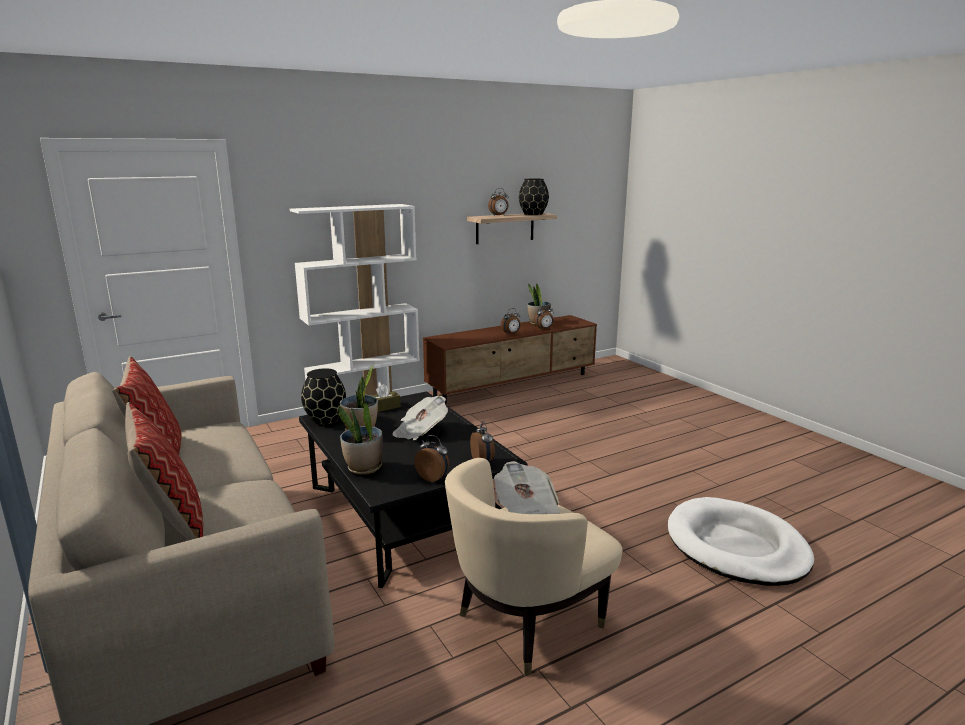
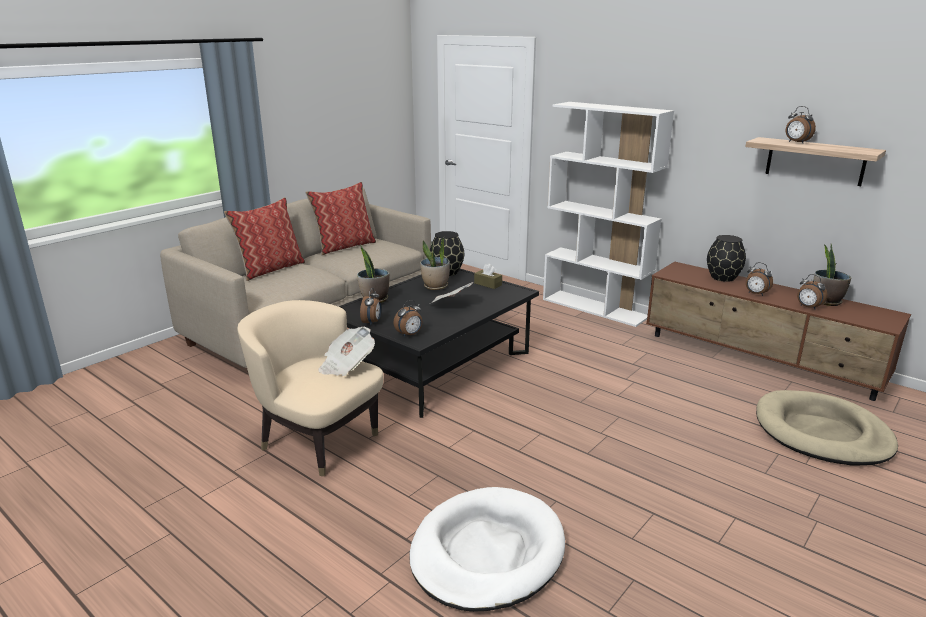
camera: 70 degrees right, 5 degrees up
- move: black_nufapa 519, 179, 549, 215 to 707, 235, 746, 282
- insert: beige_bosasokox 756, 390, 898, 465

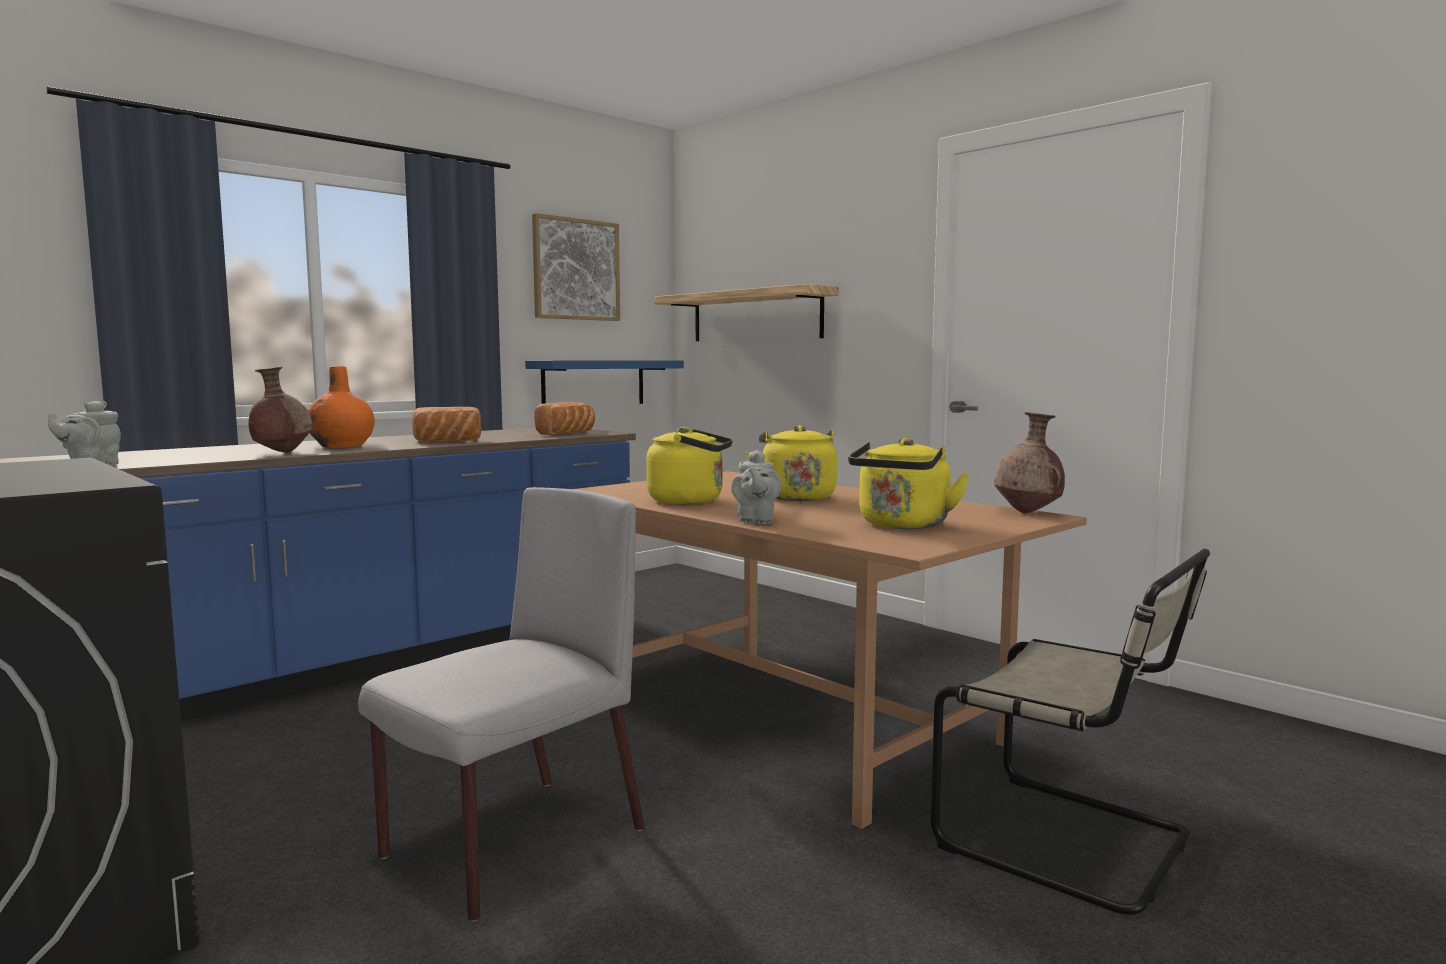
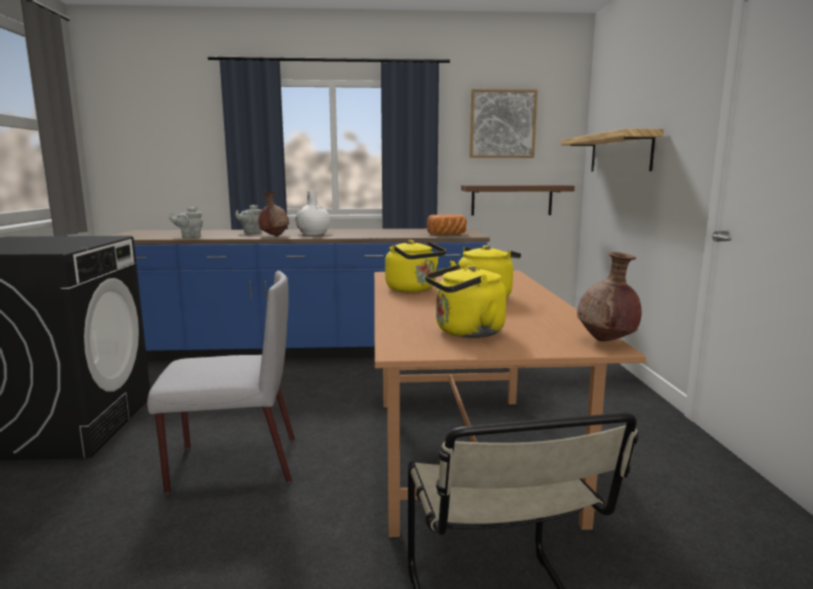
camera: 40 degrees right, 5 degrees up
- move: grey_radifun 731, 450, 781, 524 to 235, 205, 262, 234
- recolor: orange_nufapa 308, 366, 375, 448 to white_nufapa 295, 191, 330, 235
- recolor: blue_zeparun 525, 360, 684, 404 to brown_zeparun 461, 185, 575, 215
- delete: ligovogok 412, 407, 481, 442

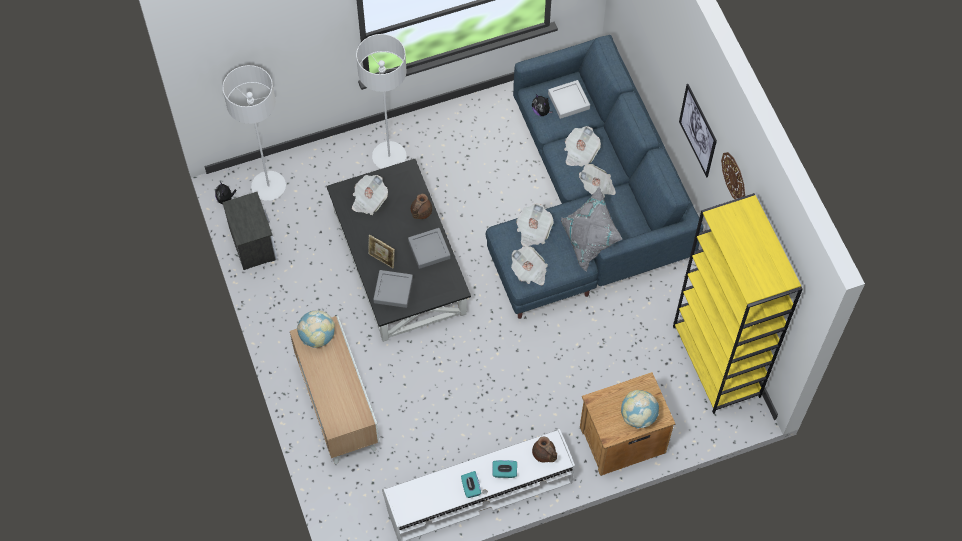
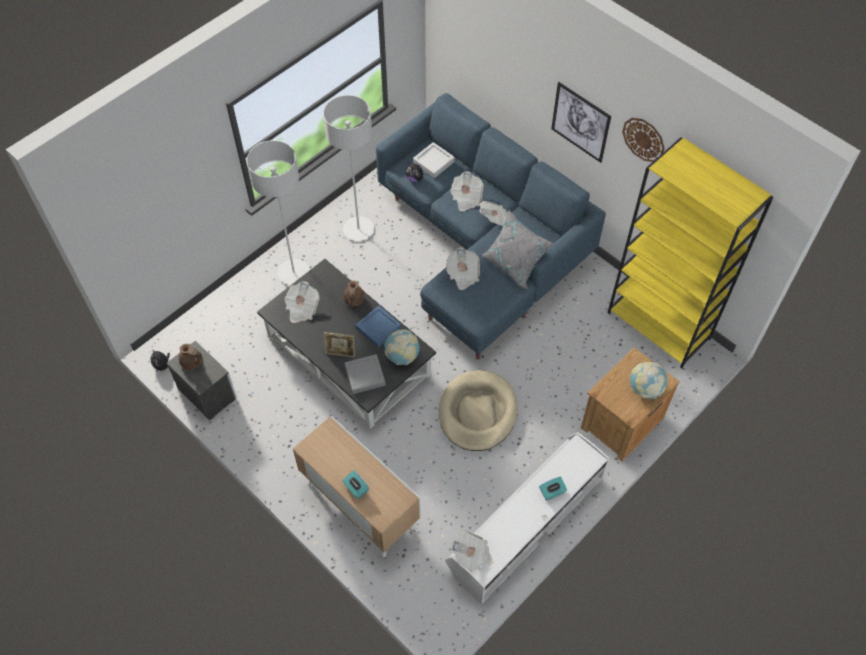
camera: 25 degrees left, 5 degrees down
- move: brown_radifun 532, 436, 557, 462 to 179, 344, 203, 369
- move: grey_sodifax 223, 65, 286, 201 to 323, 95, 374, 241
- move: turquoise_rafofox 461, 471, 481, 498 to 343, 470, 369, 499
- recolor: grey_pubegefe 408, 228, 451, 269 to blue_pubegefe 356, 306, 401, 348
- move: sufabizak 297, 311, 335, 348 to 384, 330, 419, 365
- insert: beige_bosasokox 439, 370, 518, 451
- move: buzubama 511, 246, 548, 285 to 451, 530, 493, 571

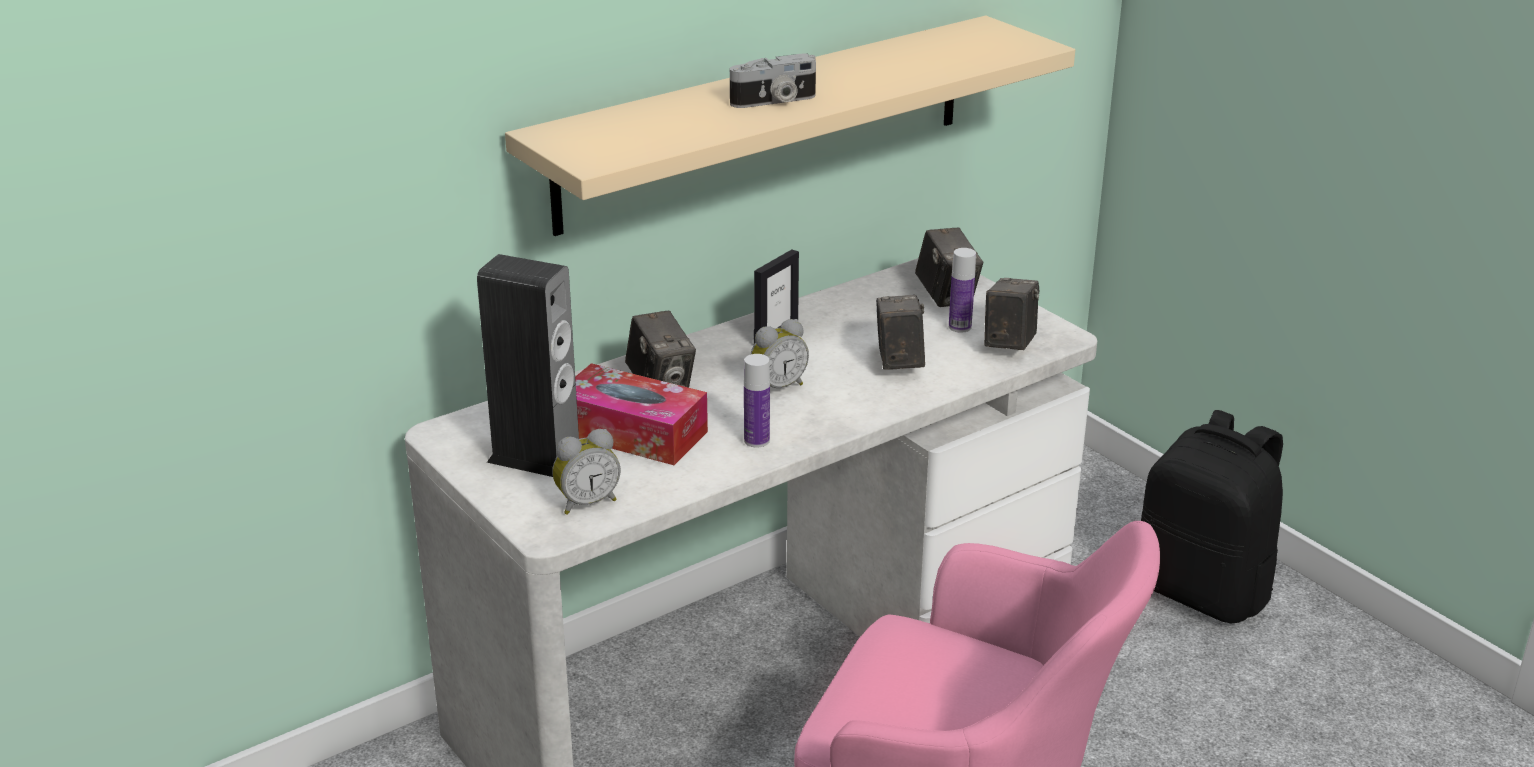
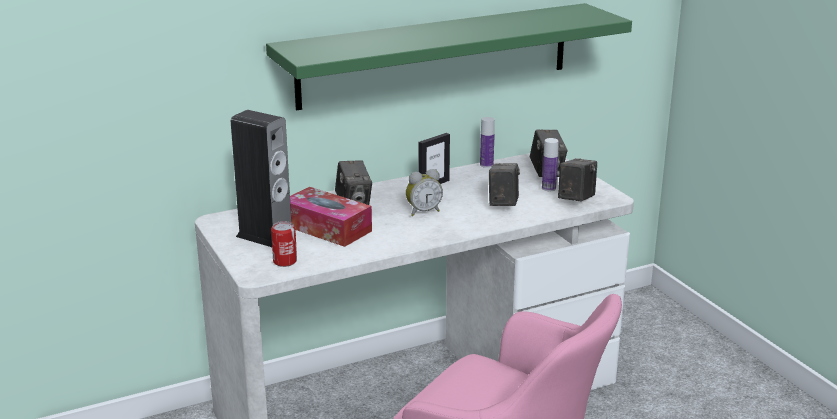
camera: 10 degrees right, 5 degrees down
- recolor: beige_zeparun 505, 16, 1075, 236 to green_zeparun 266, 3, 632, 110
- replace: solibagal 552, 429, 621, 515 to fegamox 271, 221, 297, 267
- move: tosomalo 744, 354, 770, 447 to 480, 117, 495, 168
- delete: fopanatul 730, 54, 816, 108
- delete: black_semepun 1141, 410, 1283, 624

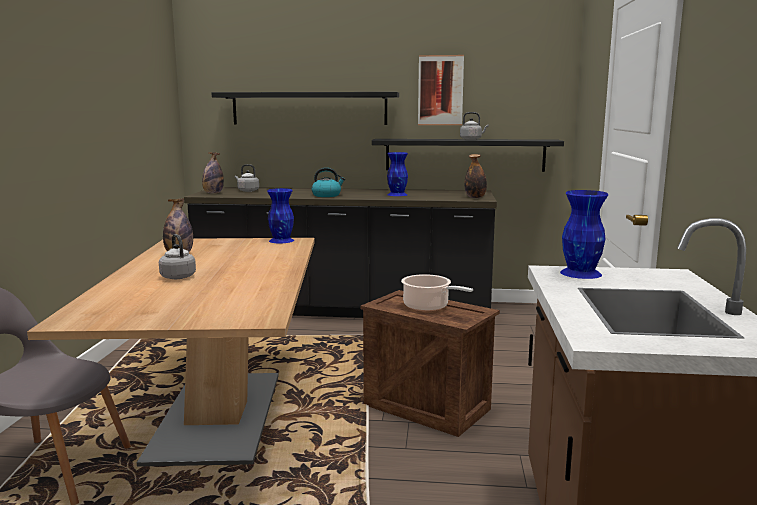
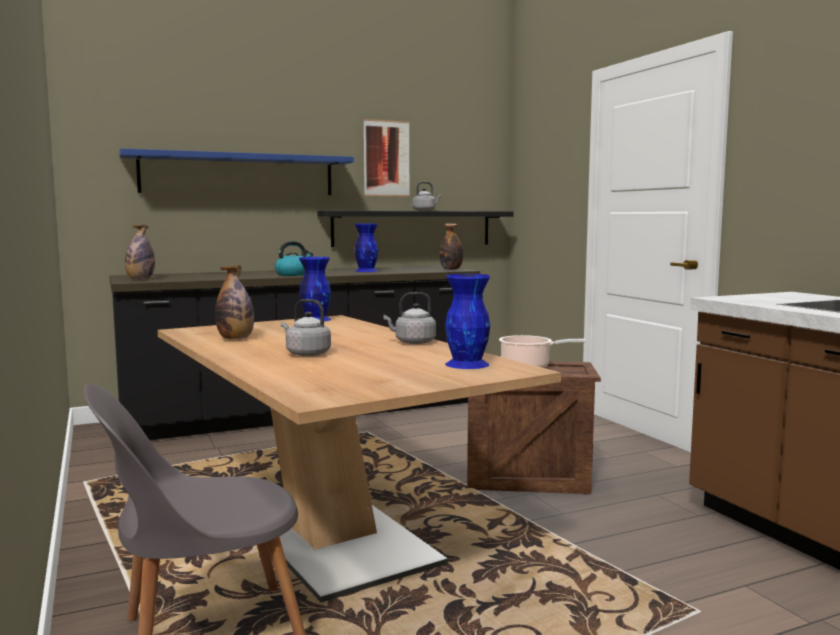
camera: 30 degrees left, 5 degrees down
- recolor: black_zeparun 212, 92, 399, 125 to blue_zeparun 119, 148, 354, 195
- move: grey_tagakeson 235, 164, 259, 192 to 383, 292, 436, 344
- move: blue_nufapa 560, 190, 608, 279 to 445, 274, 490, 369

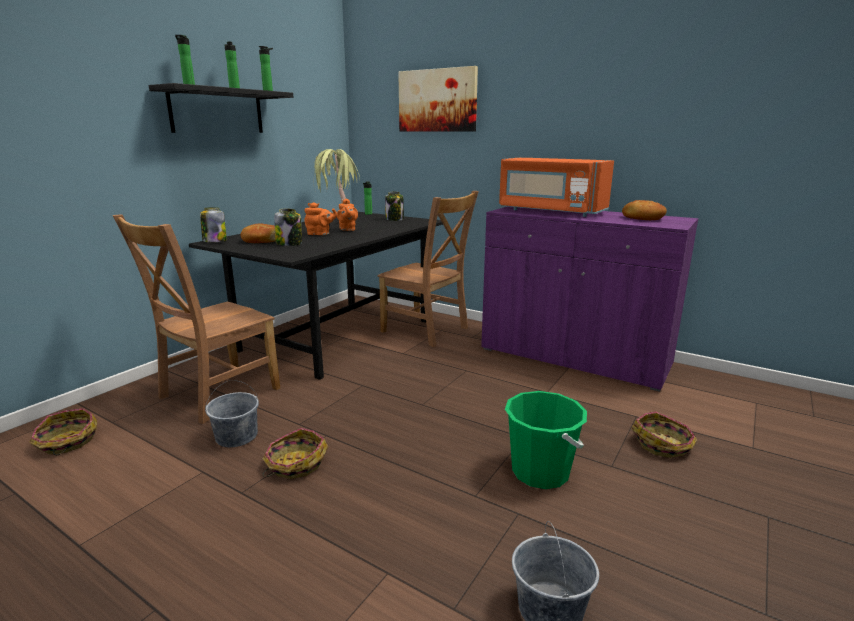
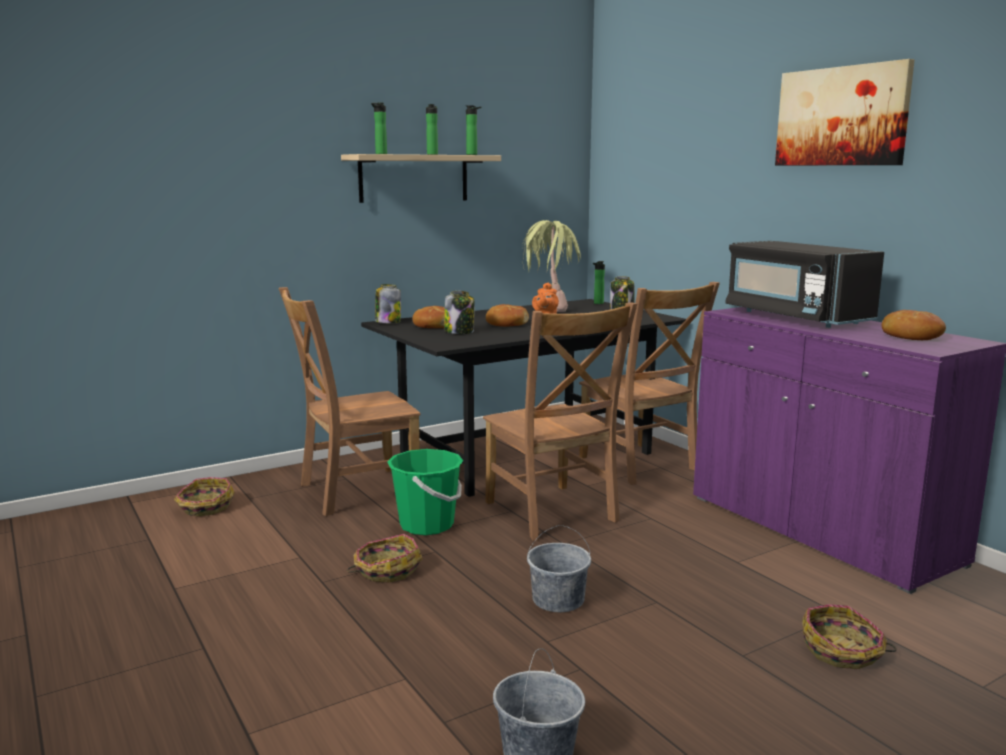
camera: 25 degrees right, 5 degrees down
- recolor: black_zeparun 149, 83, 293, 133 to beige_zeparun 341, 154, 501, 203
- move: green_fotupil 505, 391, 587, 489 to 387, 449, 463, 535
- insert: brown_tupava 483, 302, 637, 541
- replace: orange_radifun 304, 203, 338, 235 to ligovogok 486, 304, 529, 327
- move: grey_fotupil 205, 380, 259, 447 to 527, 525, 591, 612
- recolor: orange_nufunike 499, 158, 614, 217 to black_nufunike 725, 241, 884, 328
- move: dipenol 398, 66, 478, 132 to 775, 59, 915, 166

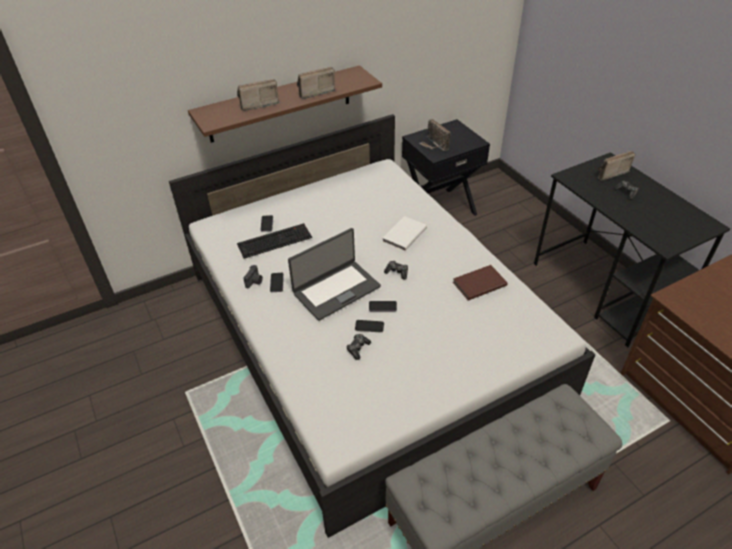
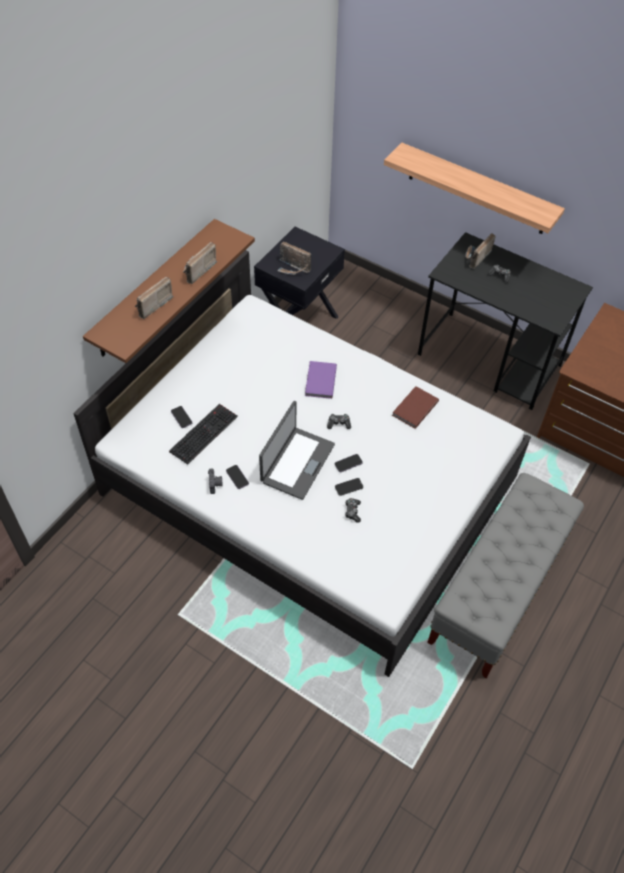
camera: 30 degrees left, 10 degrees up
- recolor: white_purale 382, 216, 427, 251 to purple_purale 305, 361, 337, 399
- insert: zeparun 384, 142, 565, 234

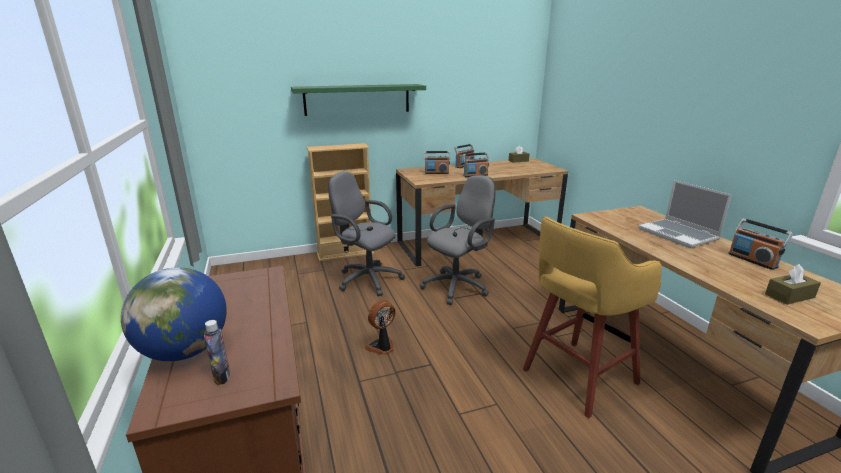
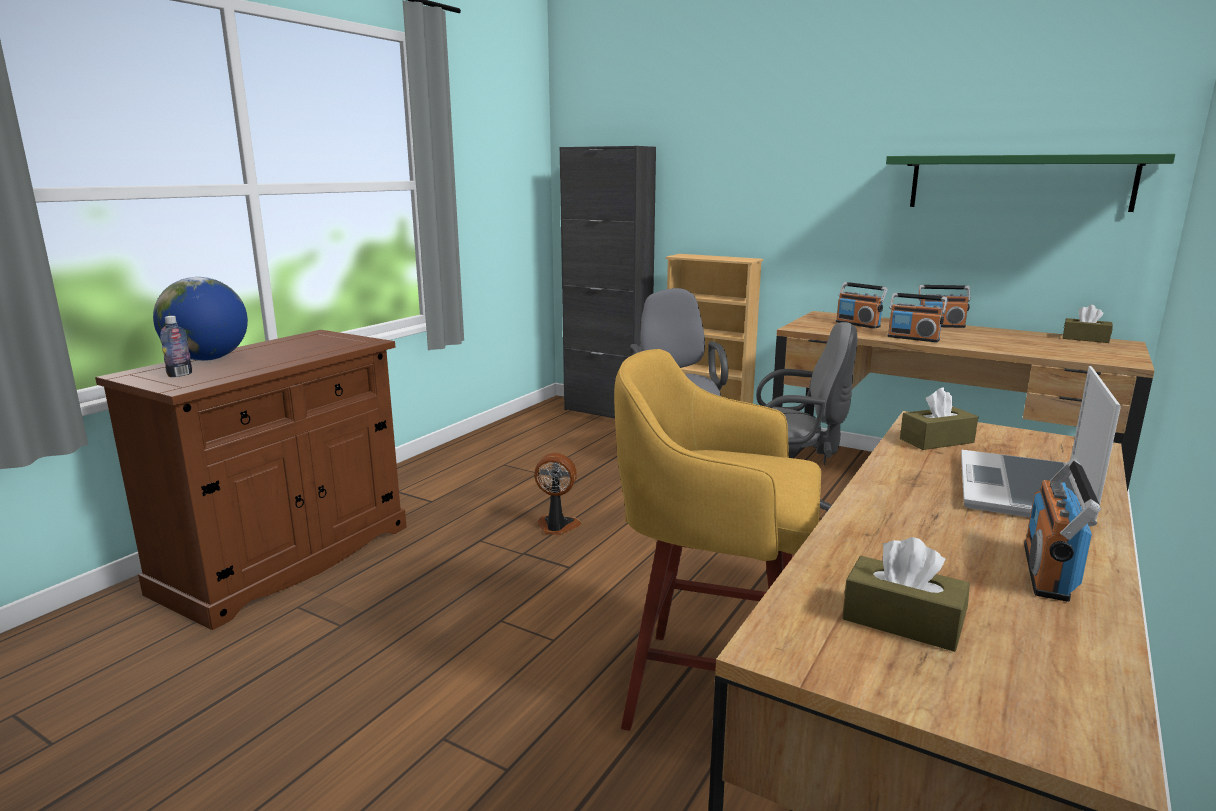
camera: 50 degrees right, 5 degrees down
- insert: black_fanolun 560, 146, 656, 418
- move: green_zeparun 291, 84, 426, 116 to 886, 154, 1175, 212
- insert: brown_rafofox 900, 388, 978, 450

